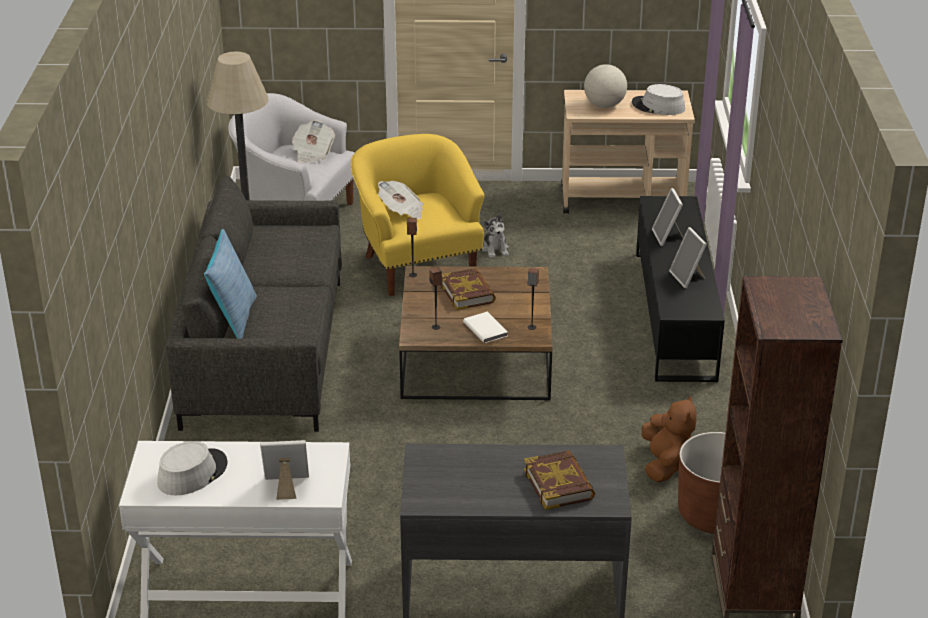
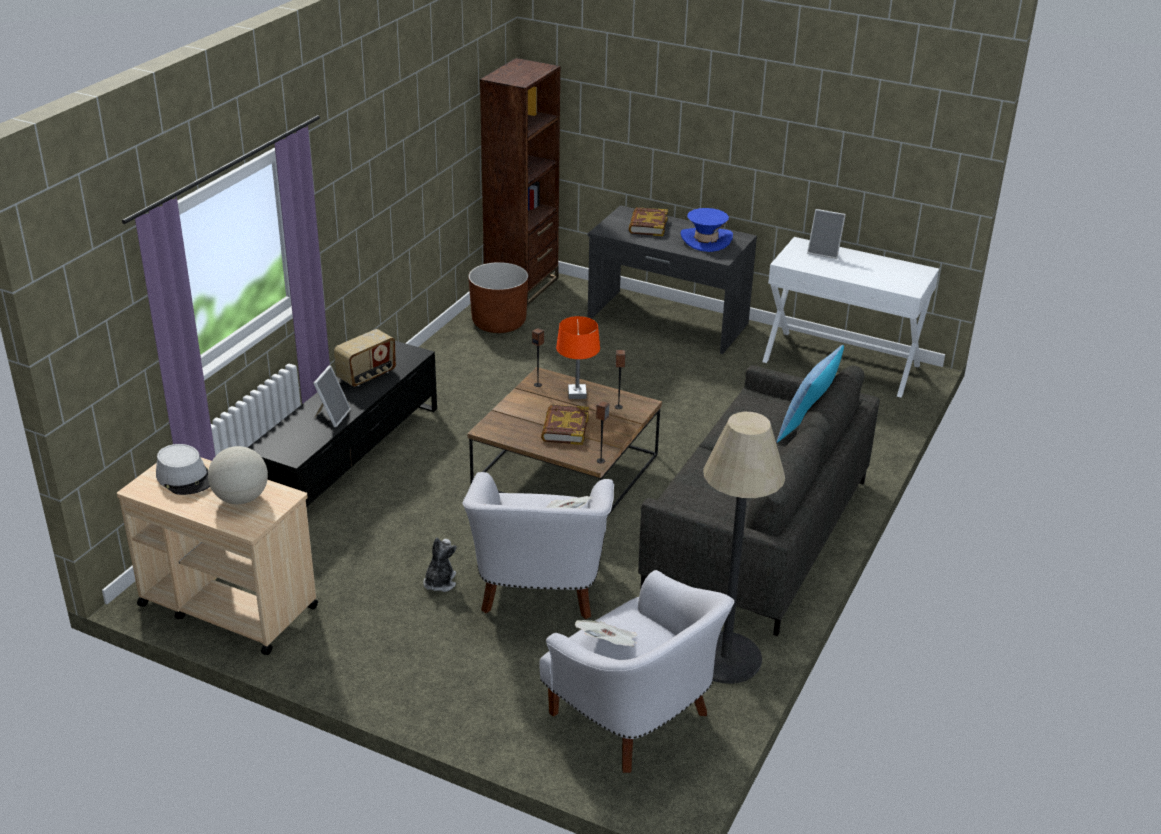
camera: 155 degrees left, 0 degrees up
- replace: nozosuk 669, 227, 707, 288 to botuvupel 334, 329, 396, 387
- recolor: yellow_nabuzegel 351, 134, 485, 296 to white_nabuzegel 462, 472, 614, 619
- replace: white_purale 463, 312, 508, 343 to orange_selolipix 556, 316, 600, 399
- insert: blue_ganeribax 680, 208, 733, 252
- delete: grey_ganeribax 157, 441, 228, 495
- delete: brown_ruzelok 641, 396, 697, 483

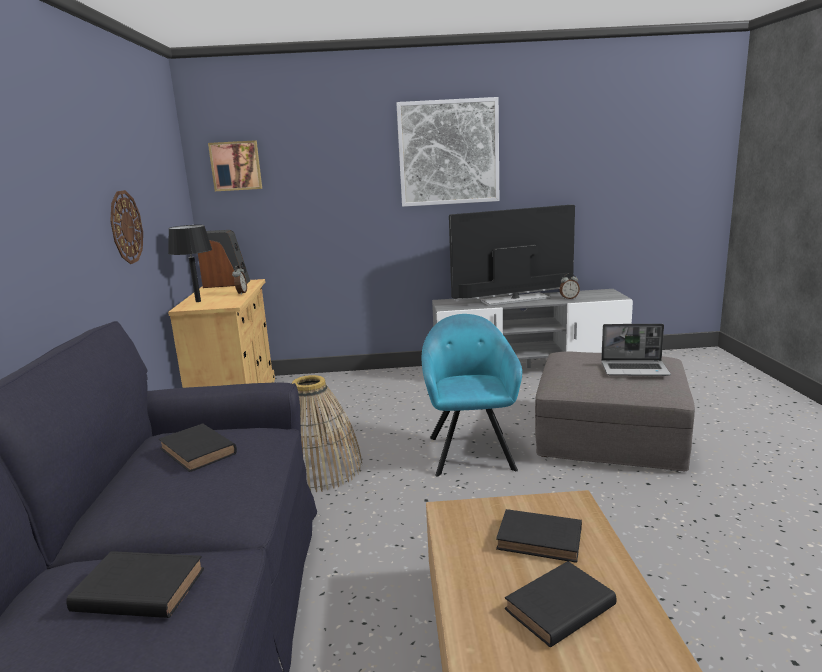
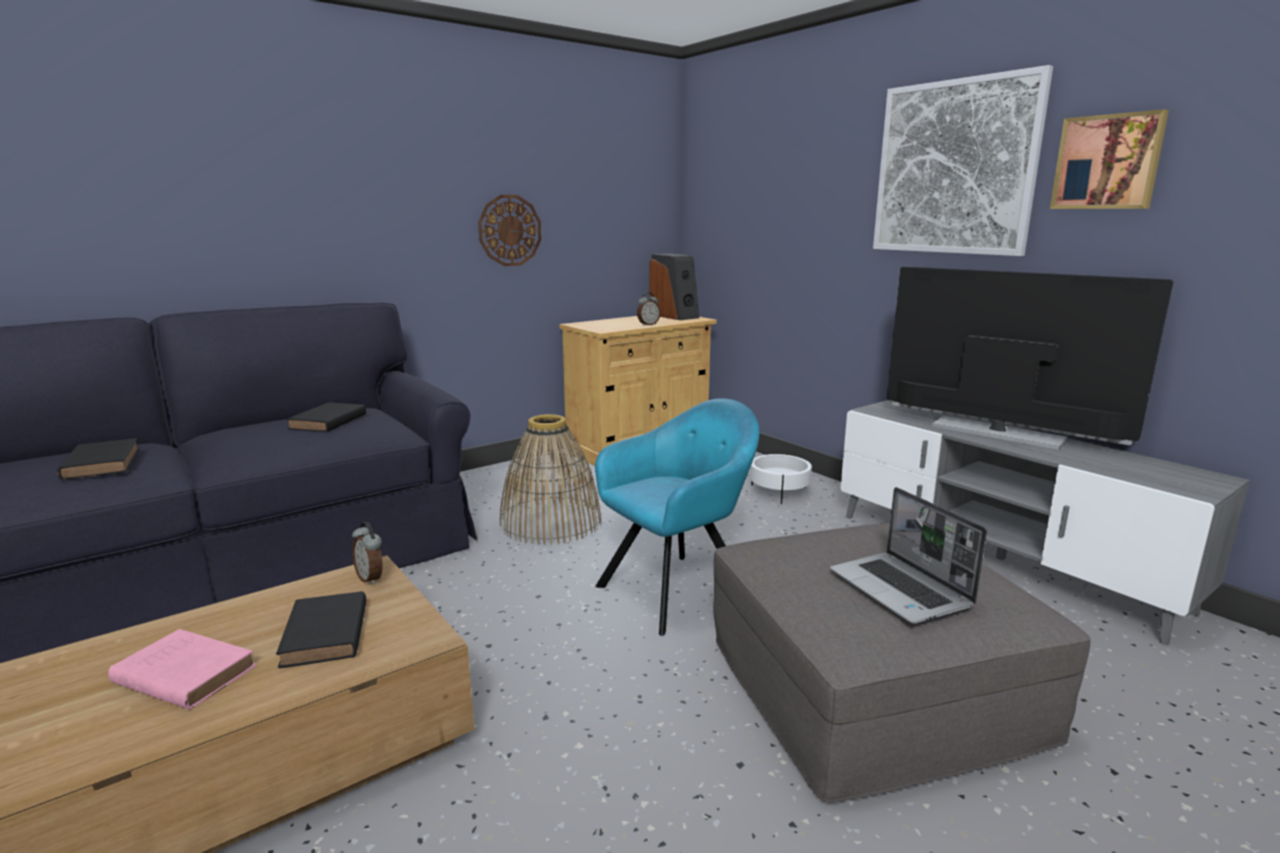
camera: 55 degrees right, 0 degrees up
- recolor: black_purale 505, 561, 616, 647 to pink_purale 108, 629, 256, 710
- move: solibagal 559, 273, 580, 299 to 352, 522, 383, 585
- insert: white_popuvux 750, 454, 812, 504
- move: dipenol 208, 140, 262, 191 to 1050, 109, 1169, 209
- delete: black_selolipix 168, 225, 212, 302

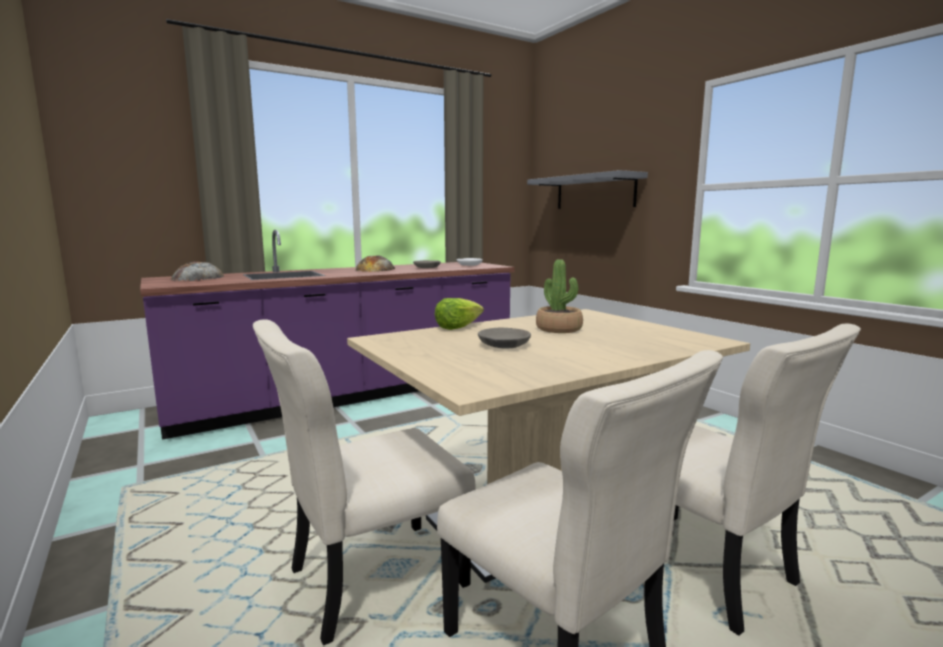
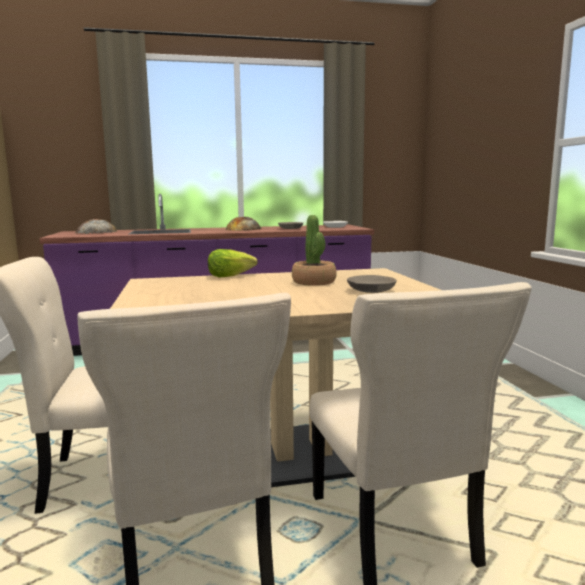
camera: 20 degrees right, 0 degrees up
- move: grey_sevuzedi 478, 328, 531, 348 to 347, 275, 397, 293
- delete: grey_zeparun 527, 170, 648, 209

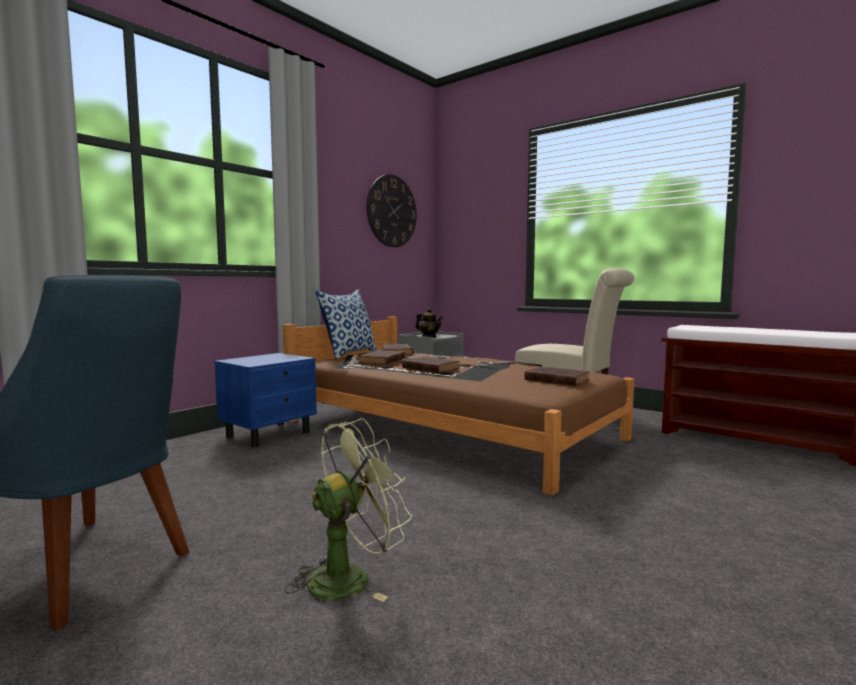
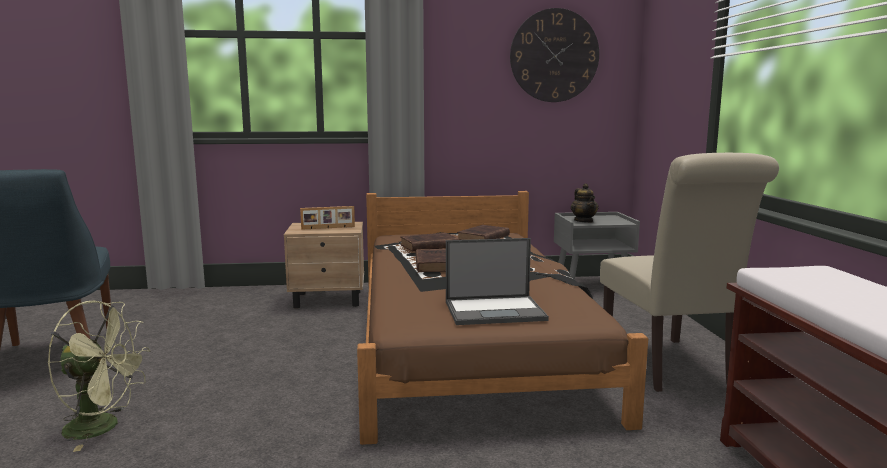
camera: 45 degrees right, 5 degrees up
- recolor: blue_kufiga 214, 353, 317, 447 to beige_kufiga 284, 222, 364, 309
- insert: nozosuk 300, 206, 355, 230
- replace: brown_purale 524, 366, 590, 386 to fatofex 446, 238, 549, 325
- delete: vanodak 315, 289, 378, 359

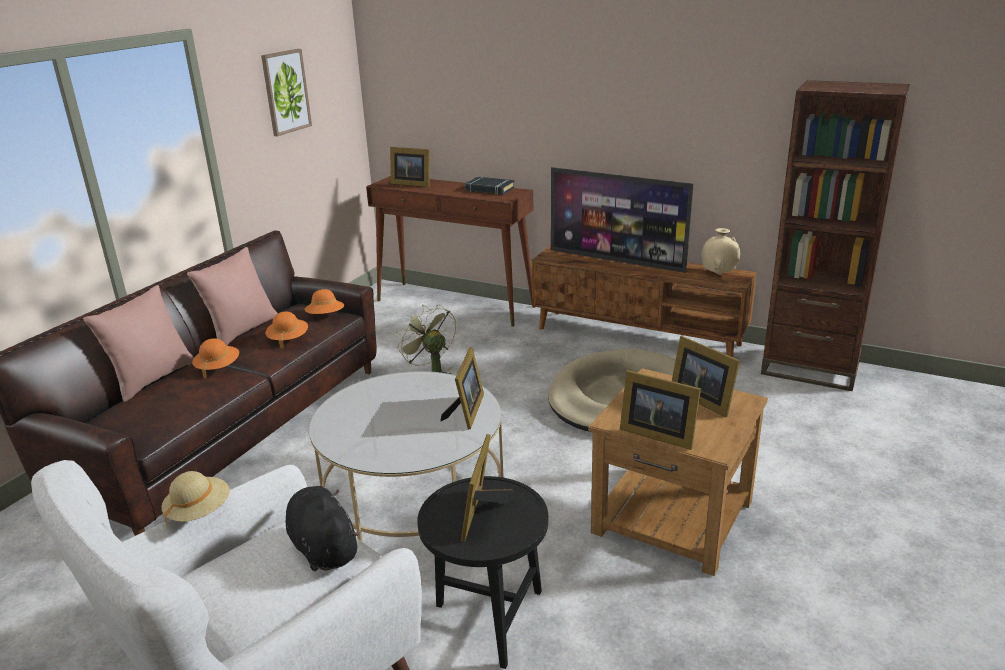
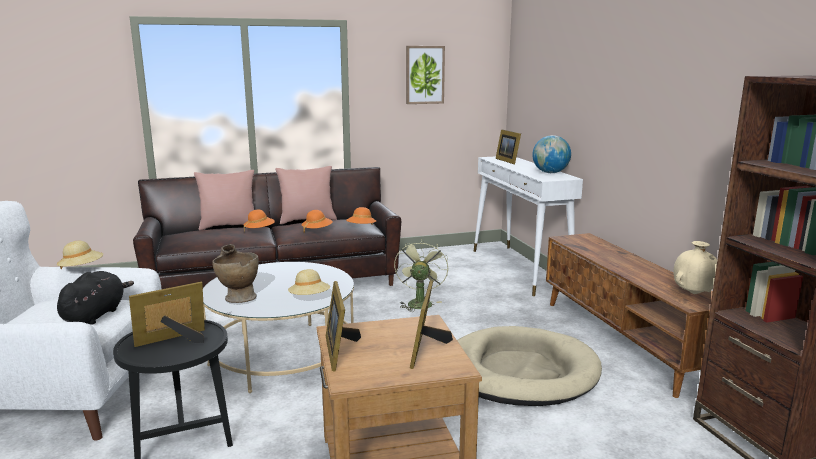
camera: 45 degrees right, 10 degrees down
- insert: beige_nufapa 212, 244, 259, 303
- replace: nozosuk 441, 347, 484, 429 to beige_ganeribax 288, 269, 330, 295
- recolor: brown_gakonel 366, 176, 535, 327 to white_gakonel 474, 156, 583, 296
- replace: black_purale 465, 177, 514, 195 to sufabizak 532, 135, 571, 173
- delete: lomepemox 551, 167, 694, 273

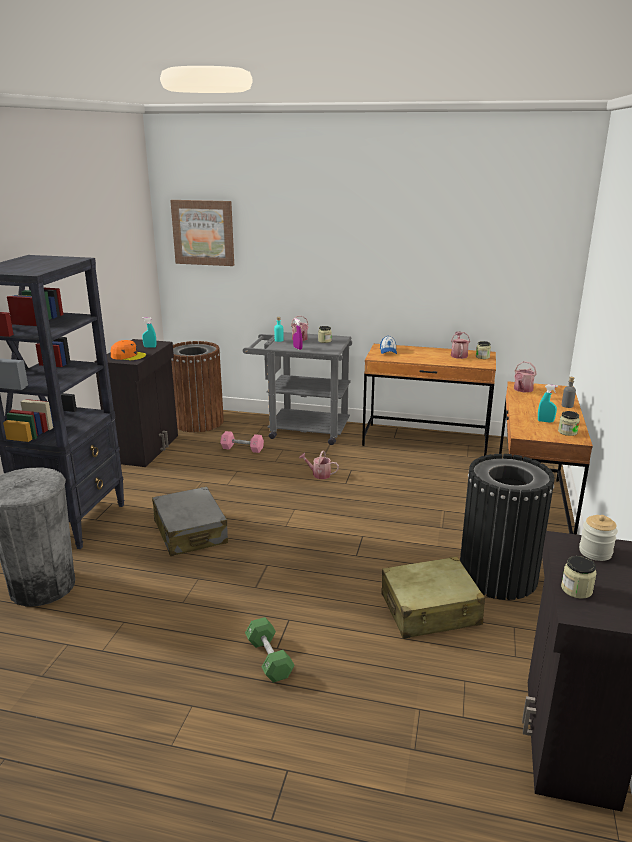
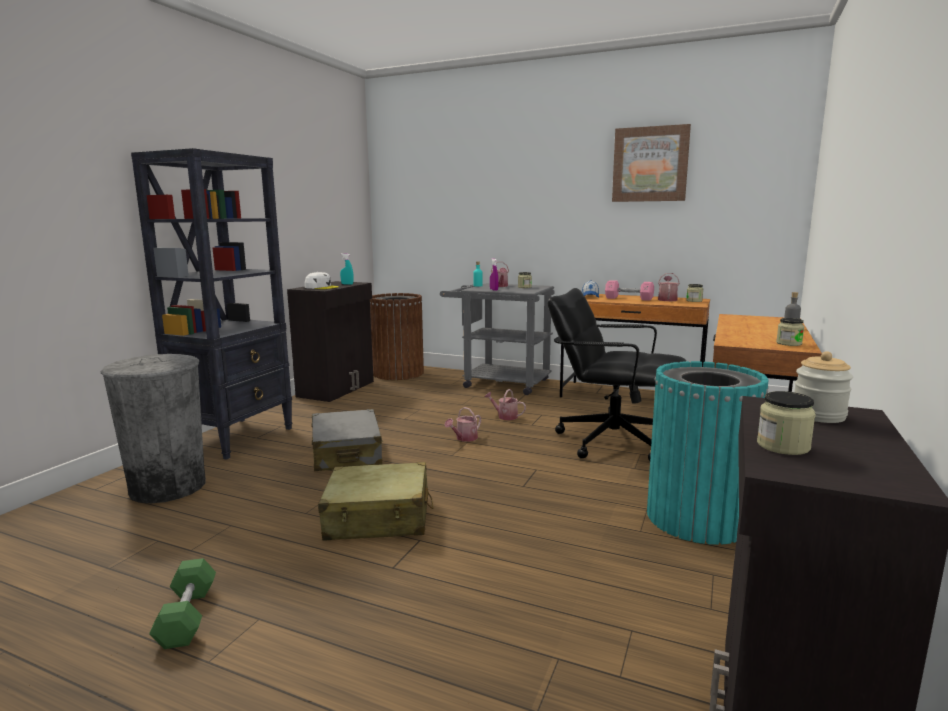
camera: 10 degrees right, 10 degrees down
- move: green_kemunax 245, 617, 295, 683 to 149, 558, 216, 649
- recolor: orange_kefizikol 111, 340, 146, 360 to white_kefizikol 305, 272, 339, 289
- move: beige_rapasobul 381, 556, 485, 639 to 318, 462, 433, 541
- move: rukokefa 514, 361, 536, 392 to 444, 407, 481, 442
- insert: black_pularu 547, 288, 686, 461
- move: pink_kemunax 220, 431, 264, 453 to 605, 280, 654, 301
- move: dipenol 170, 200, 234, 266 to 612, 124, 691, 202
- recolor: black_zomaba 460, 454, 555, 600 to turquoise_zomaba 647, 361, 769, 545
- delete: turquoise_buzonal 538, 385, 558, 423

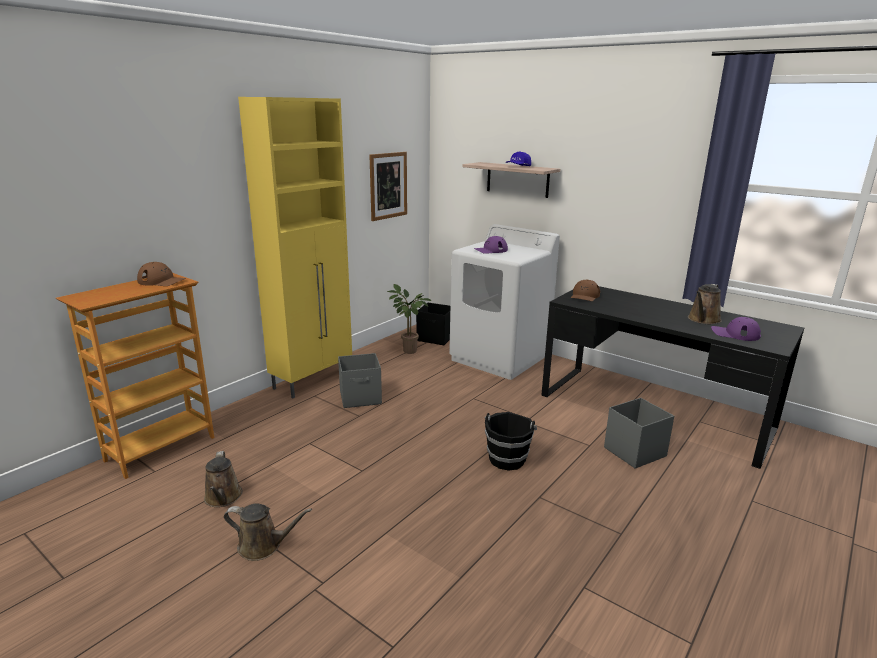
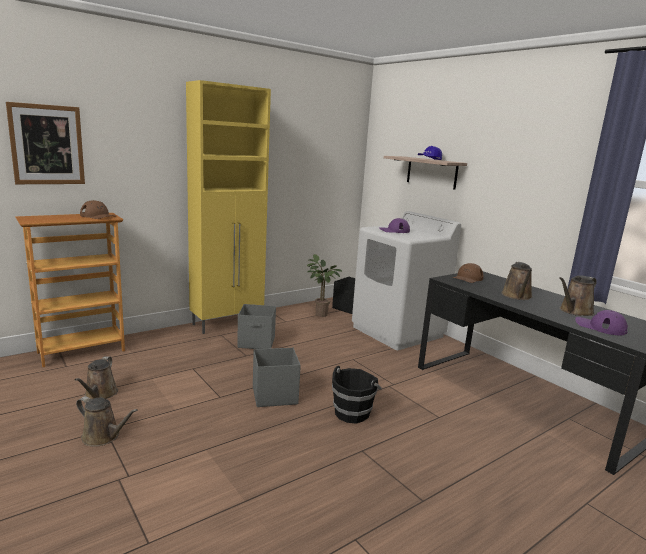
camera: 15 degrees right, 5 degrees down
- move: dipenol 369, 152, 407, 221 to 6, 102, 85, 184
- move: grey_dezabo 604, 398, 674, 469 to 253, 348, 301, 407
- insert: brown_rukokefa 502, 262, 532, 300

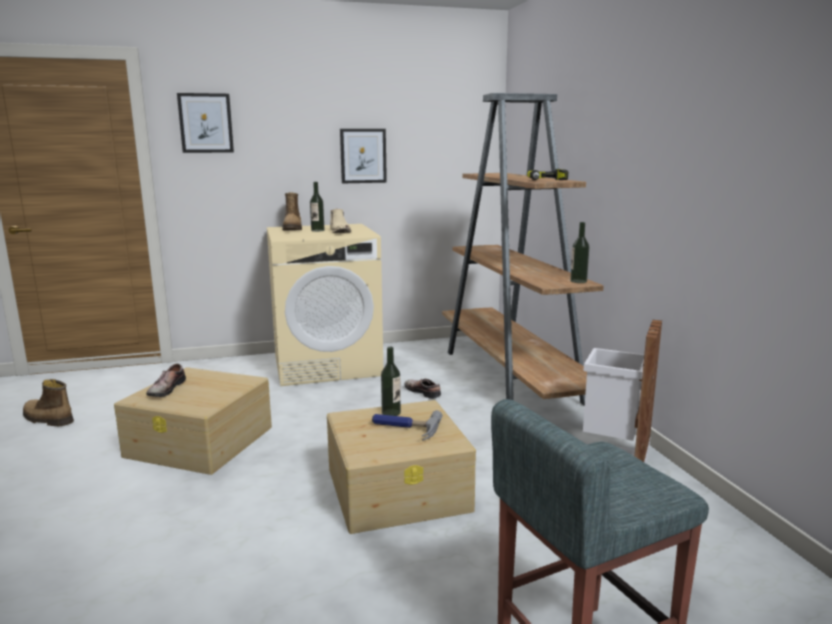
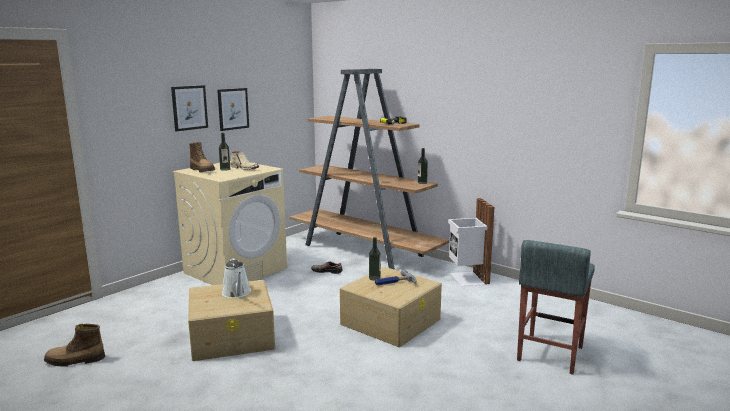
camera: 35 degrees left, 0 degrees up
- move: dipenol 177, 93, 234, 153 to 171, 85, 208, 131
- insert: white_rukokefa 222, 258, 251, 298
- delete: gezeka 146, 363, 186, 397

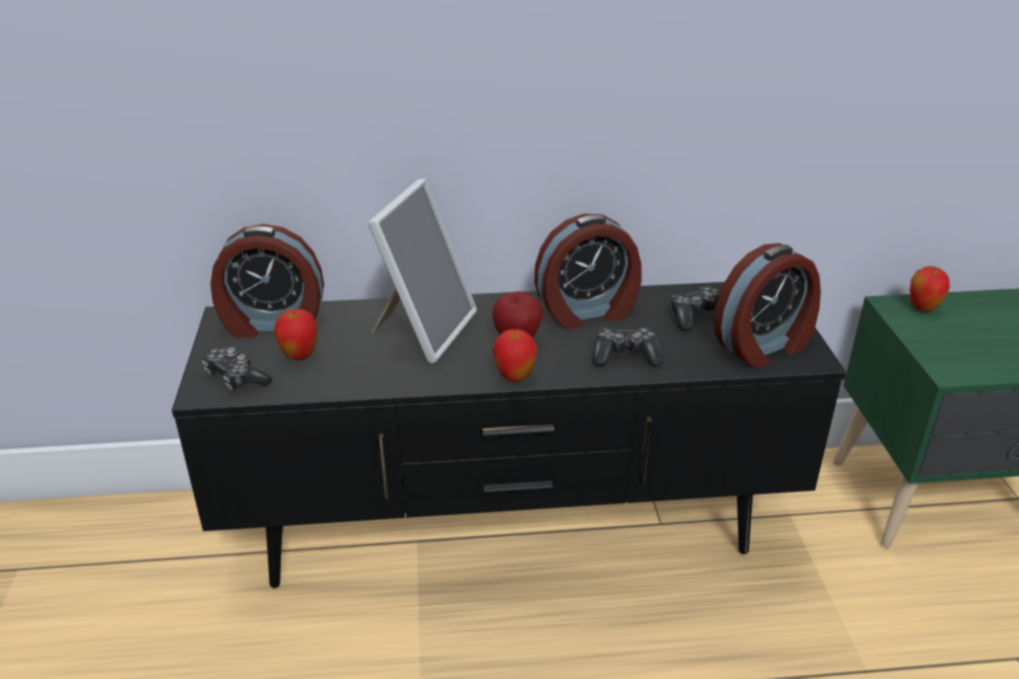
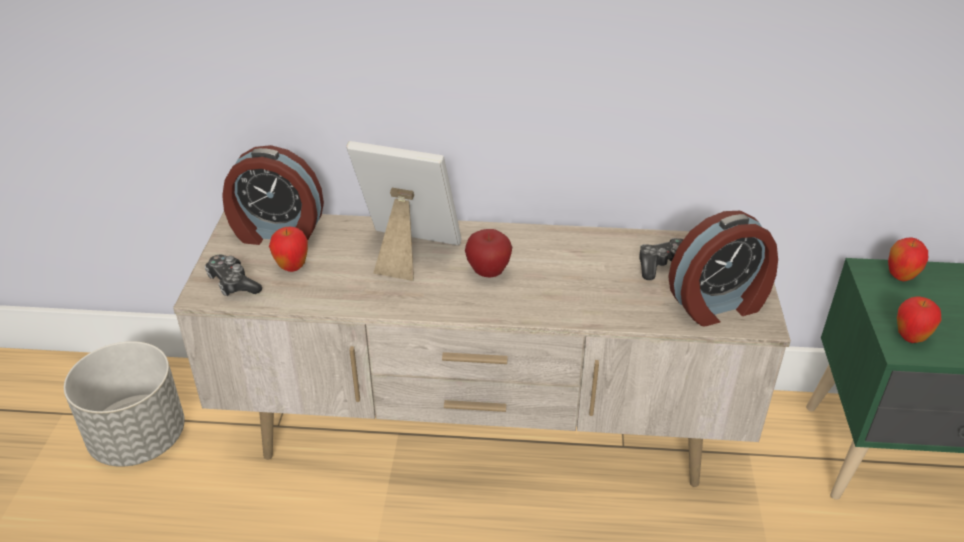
camera: 10 degrees right, 5 degrees up
- insert: grey_popuvux 64, 341, 185, 467
- recolor: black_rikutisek 172, 282, 846, 588 to beige_rikutisek 173, 212, 791, 487
- rotate: nozosuk 368, 178, 477, 363 = 346, 141, 461, 281 105 degrees counterclockwise
- move: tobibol 493, 329, 537, 382 to 897, 296, 942, 343
- delete: solibagal 534, 214, 641, 329
- delete: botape 593, 328, 662, 366

